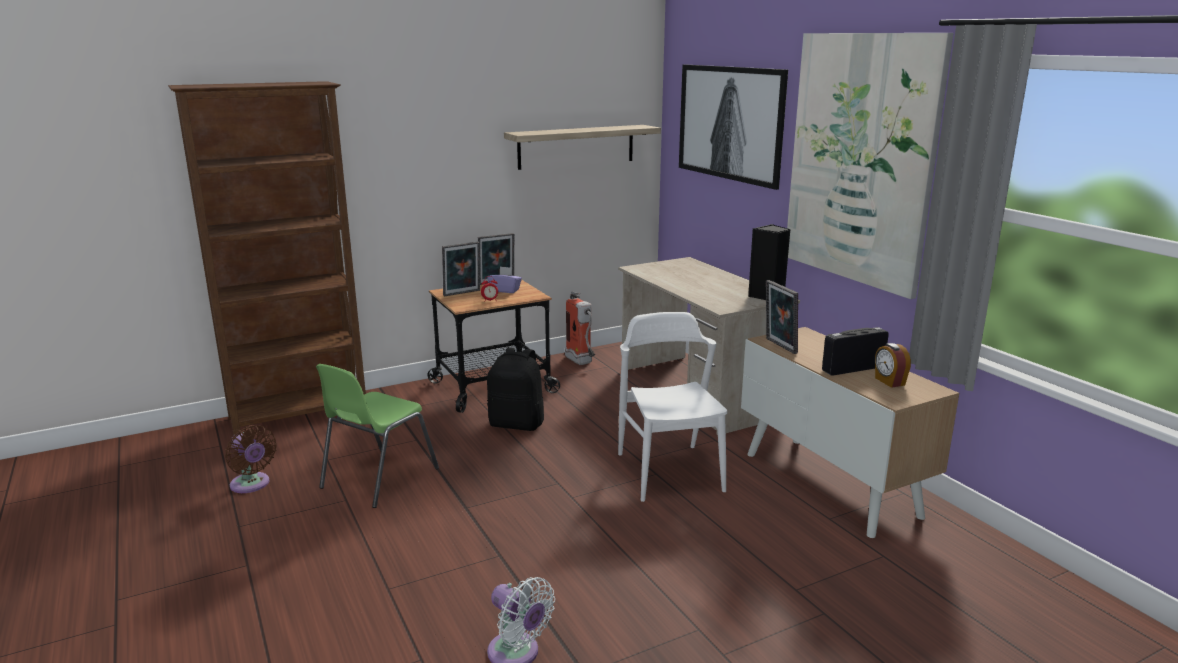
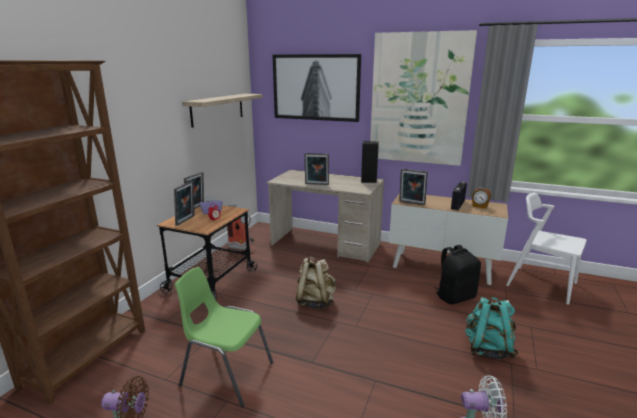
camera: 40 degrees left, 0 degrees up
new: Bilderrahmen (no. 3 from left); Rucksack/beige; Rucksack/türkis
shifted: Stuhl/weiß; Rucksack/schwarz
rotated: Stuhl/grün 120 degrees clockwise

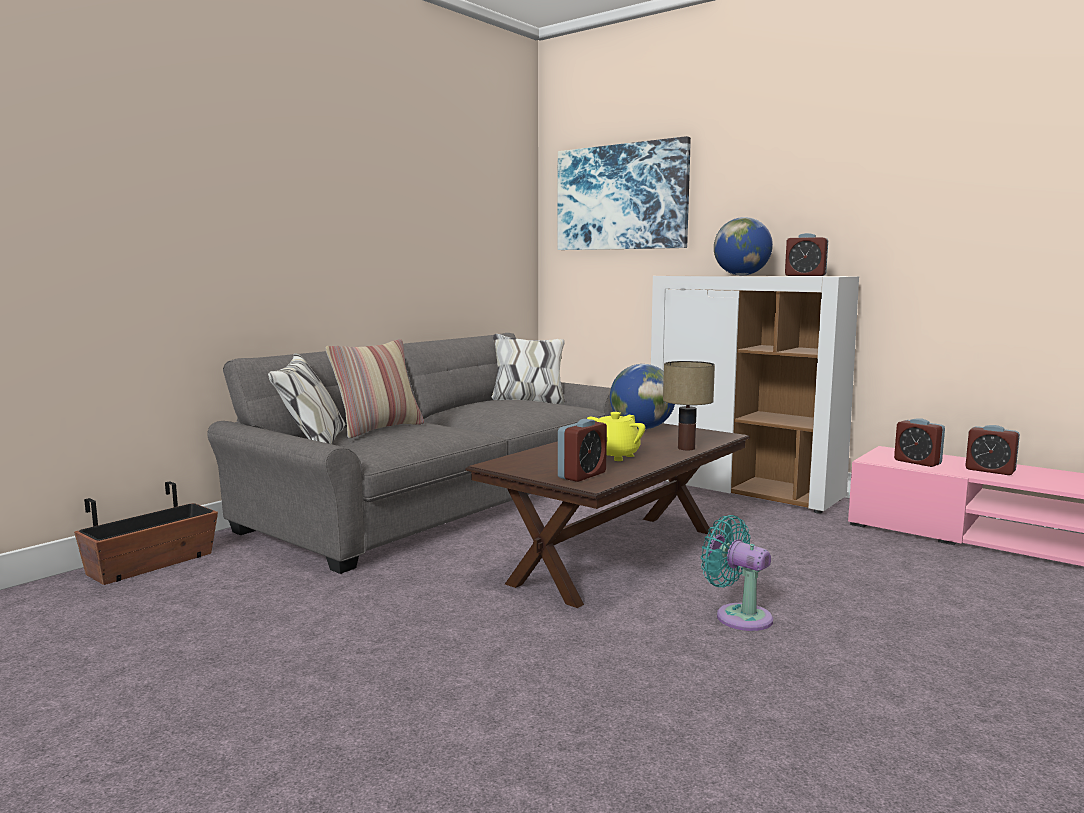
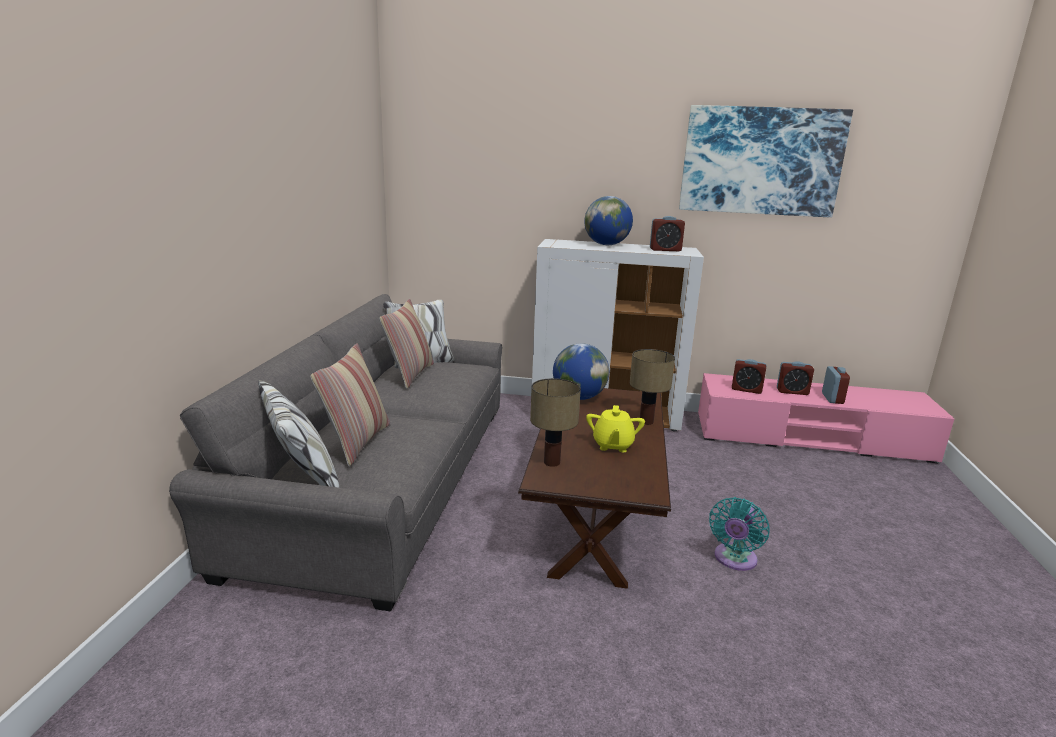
camera: 30 degrees left, 10 degrees up
gone: Pflanzkübel
new: Kissen (no. 2 from left); Tischlampe (no. 1 from left)
shifted: Bild; Wecker (no. 1 from left in the first image) to Wecker (no. 4 from left)
rotated: Ventilator/türkis 75 degrees counterclockwise

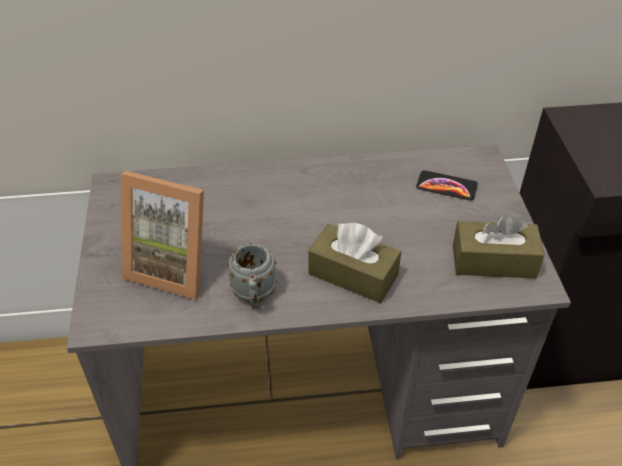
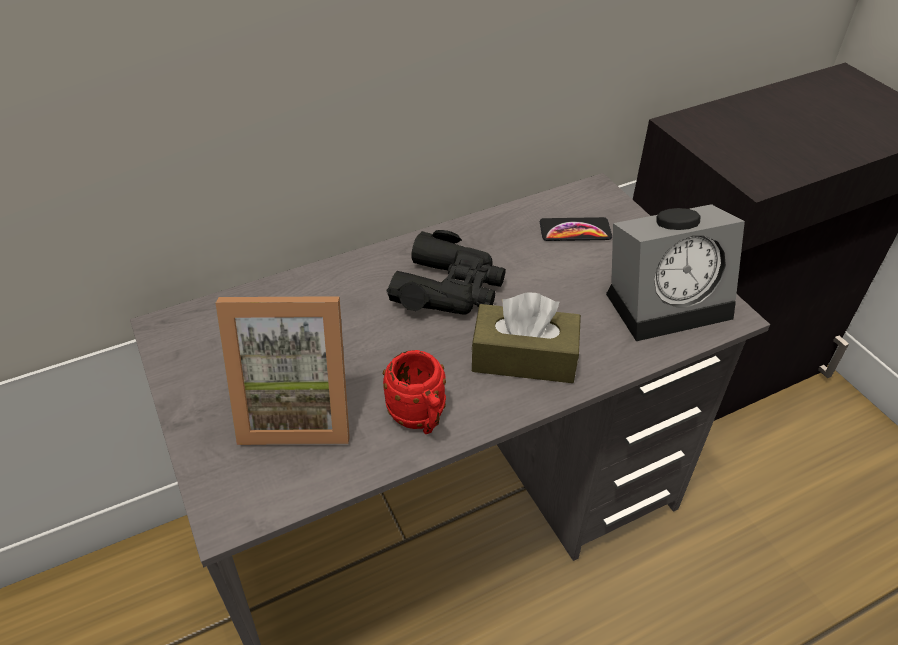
camera: 20 degrees left, 0 degrees up
new: Fernglas/schwarz
swapped: Taschentuchbox/braun (no. 2 from left) to Wecker
repainted: Henkelbecher/grau to Henkelbecher/rot

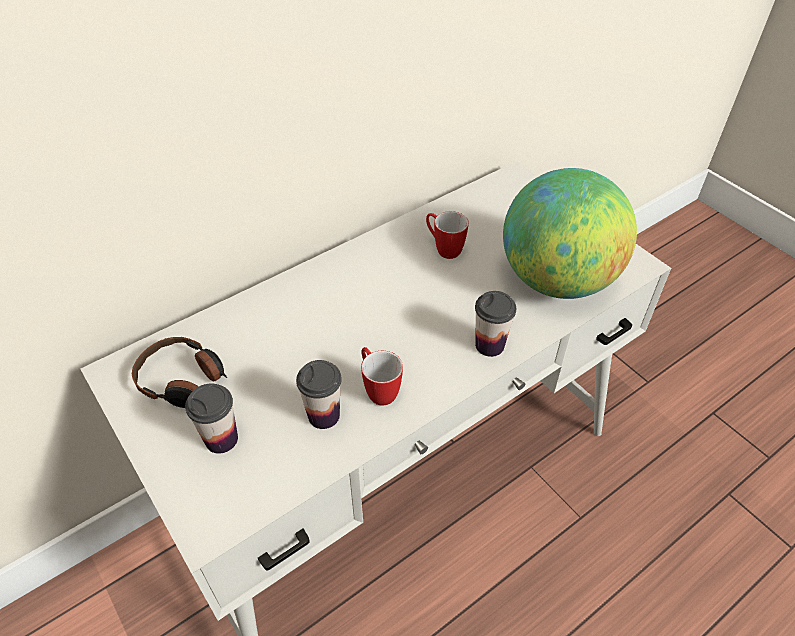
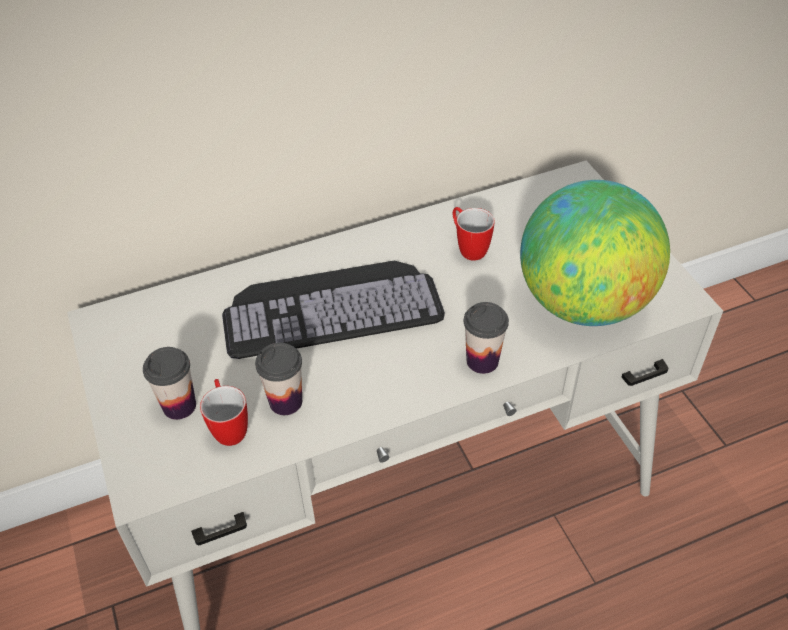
camera: 15 degrees right, 0 degrees up
gone: Kopfhörer
new: Tastatur
shifted: Henkelbecher (no. 1 from left)

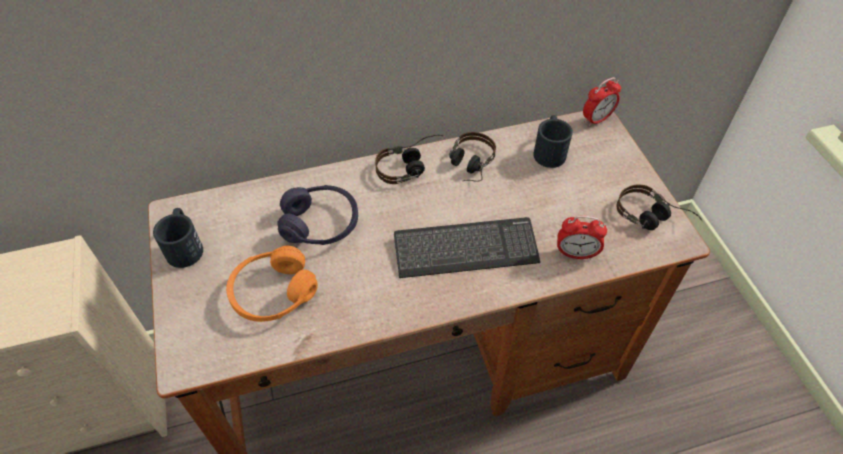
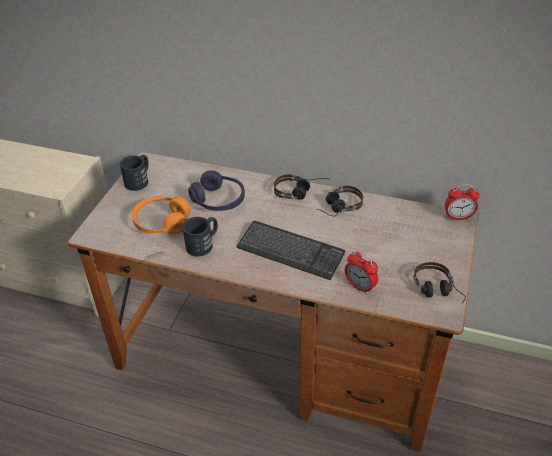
camera: 35 degrees right, 10 degrees down
shifted: Henkelbecher/schwarz (no. 2 from left)

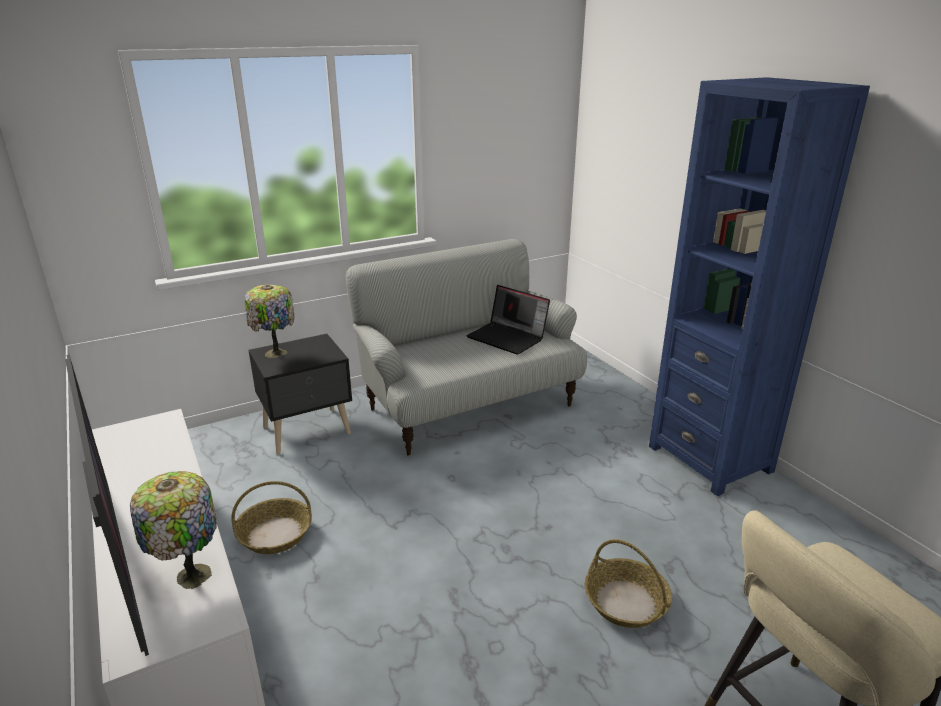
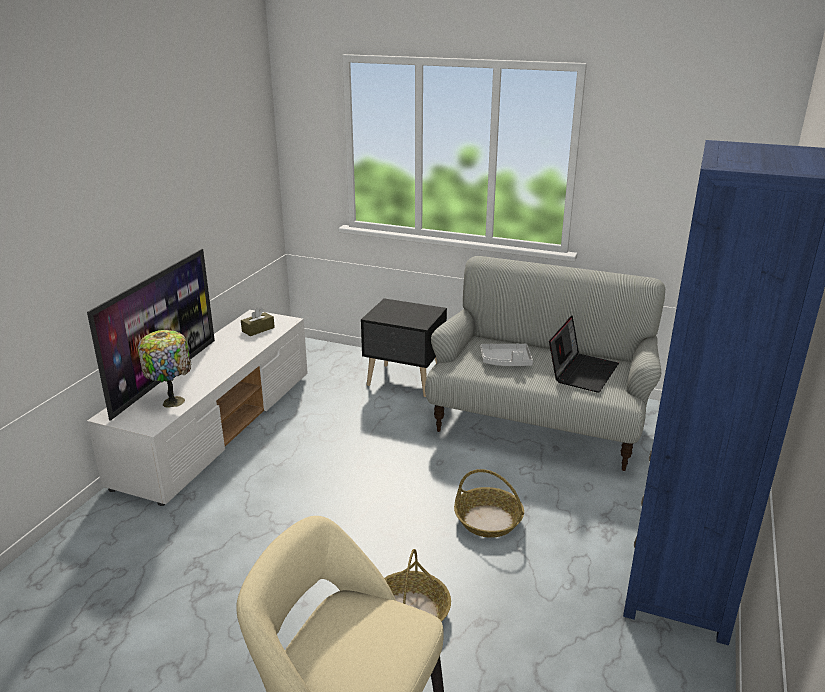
camera: 50 degrees right, 0 degrees up
gone: Tischlampe (no. 2 from left)
new: Taschentuchbox/braun; Tablett/grau
shifted: Korb (no. 1 from left in the first image) to Korb (no. 2 from left)
rotated: Laptop 150 degrees counterclockwise

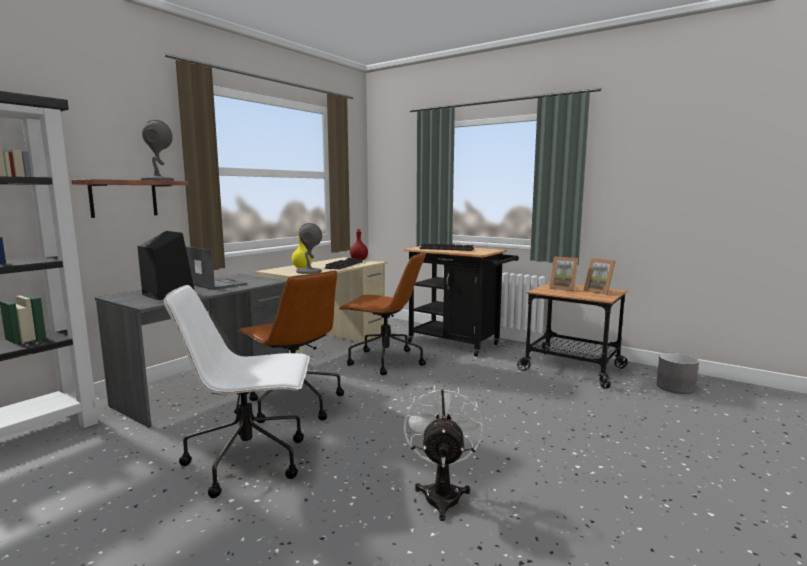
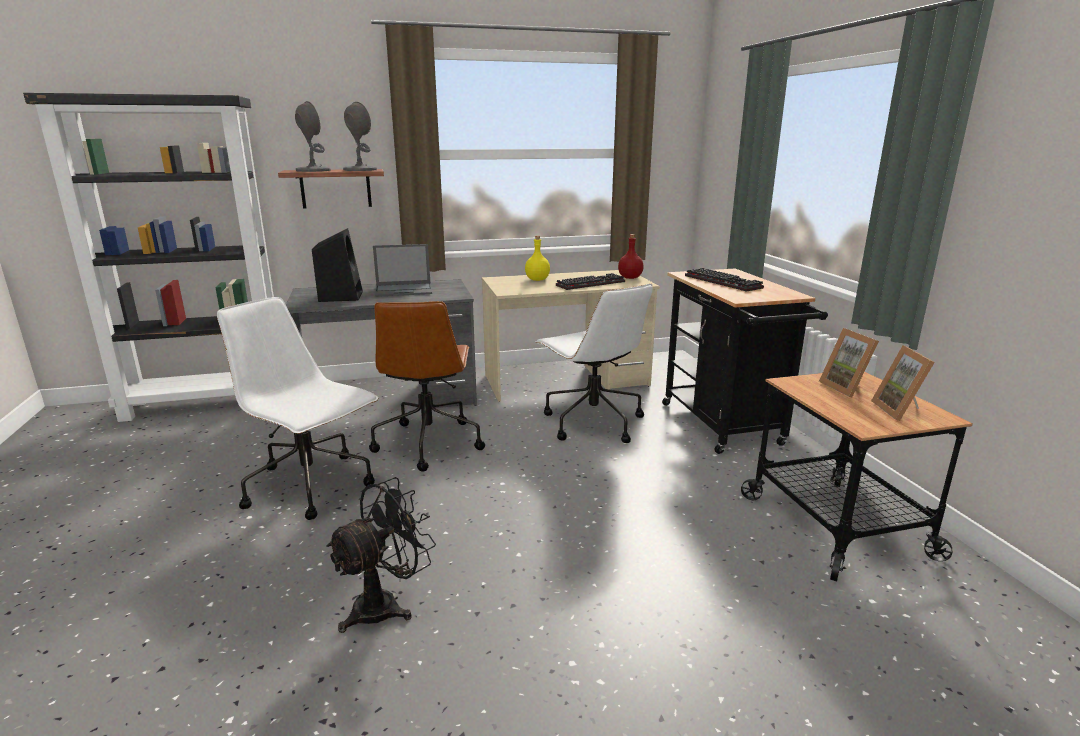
camera: 40 degrees right, 10 degrees up
gone: Pflanzkübel/grau
shifted: Tischlampe/grau (no. 2 from left in the first image) to Tischlampe/grau (no. 1 from left)
repainted: Bürostuhl/braun (no. 2 from left) to Bürostuhl/weiß (no. 2 from left); Ventilator/weiß to Ventilator/schwarz
rotated: Laptop 90 degrees clockwise

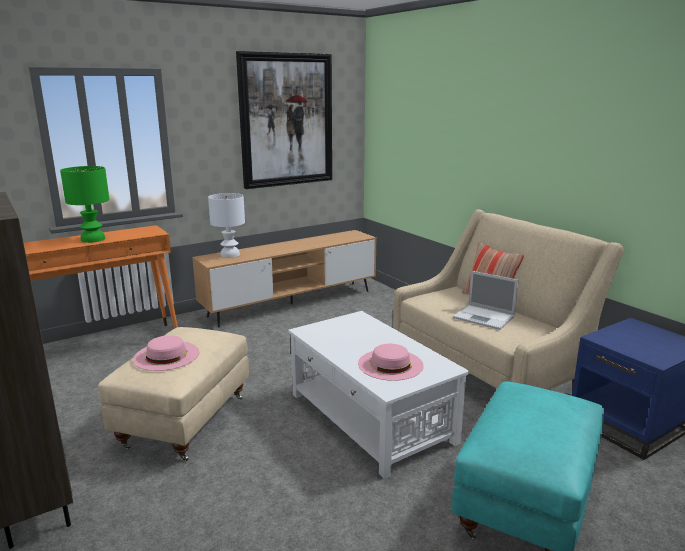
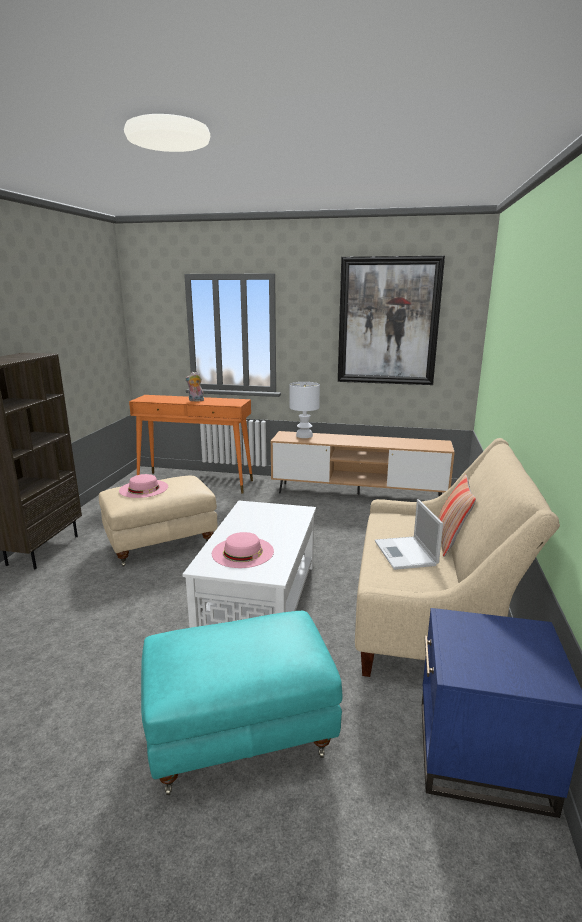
camera: 45 degrees right, 0 degrees up
swapped: Tischlampe/grün to Plüschtier

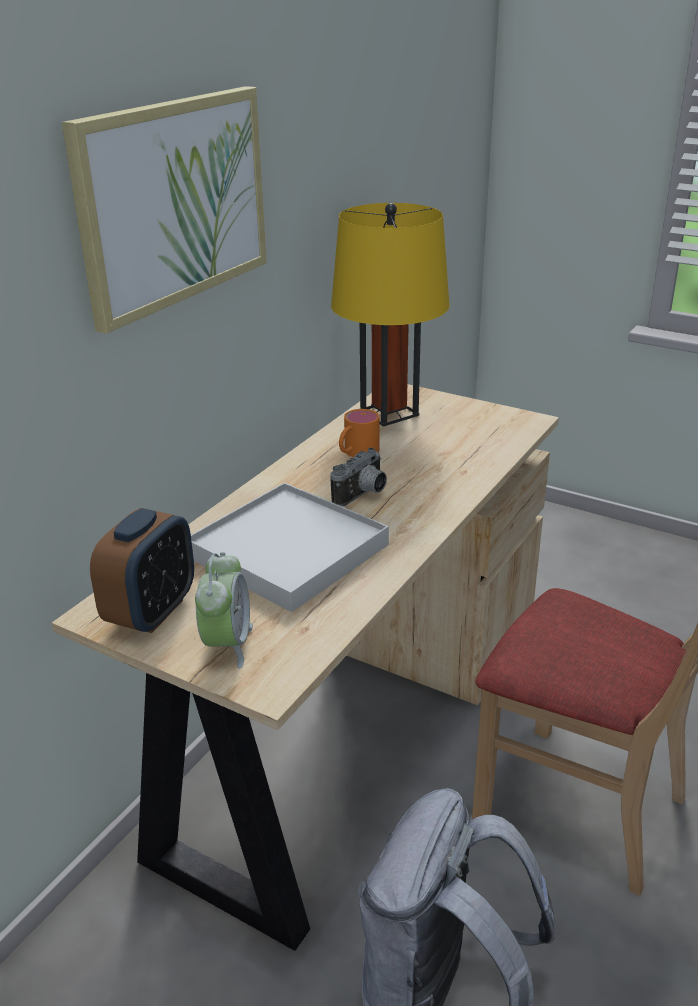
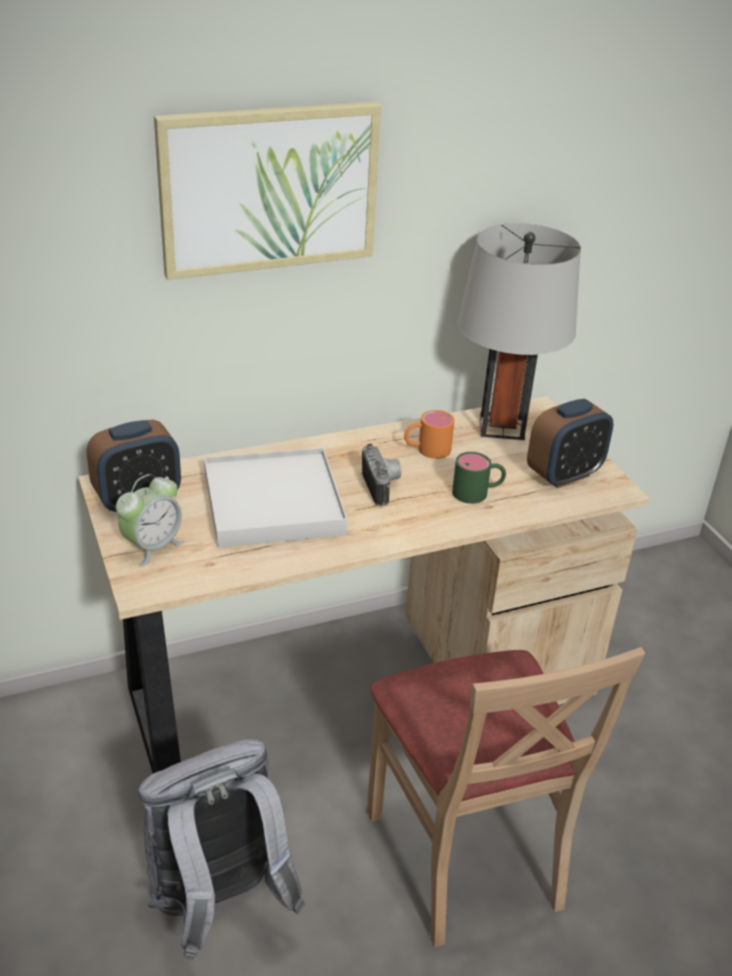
camera: 35 degrees right, 5 degrees up
new: Wecker (no. 3 from left); Henkelbecher/grün
repainted: Tischlampe/gelb to Tischlampe/grau
rotated: Kamera 90 degrees counterclockwise

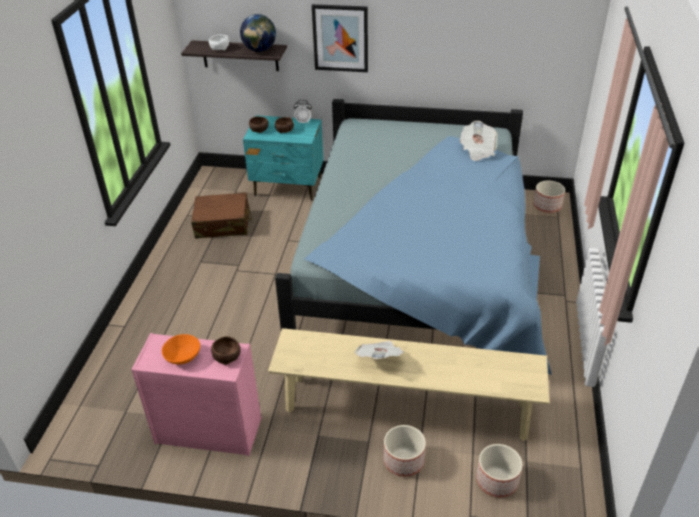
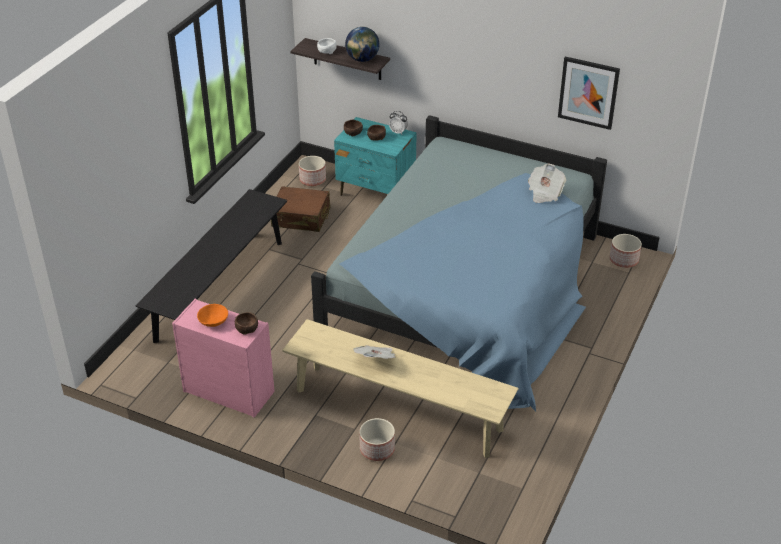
camera: 15 degrees right, 0 degrees up
new: Bank/schwarz
shifted: Bild; Pflanzkübel (no. 2 from left in the first image) to Pflanzkübel (no. 1 from left)

